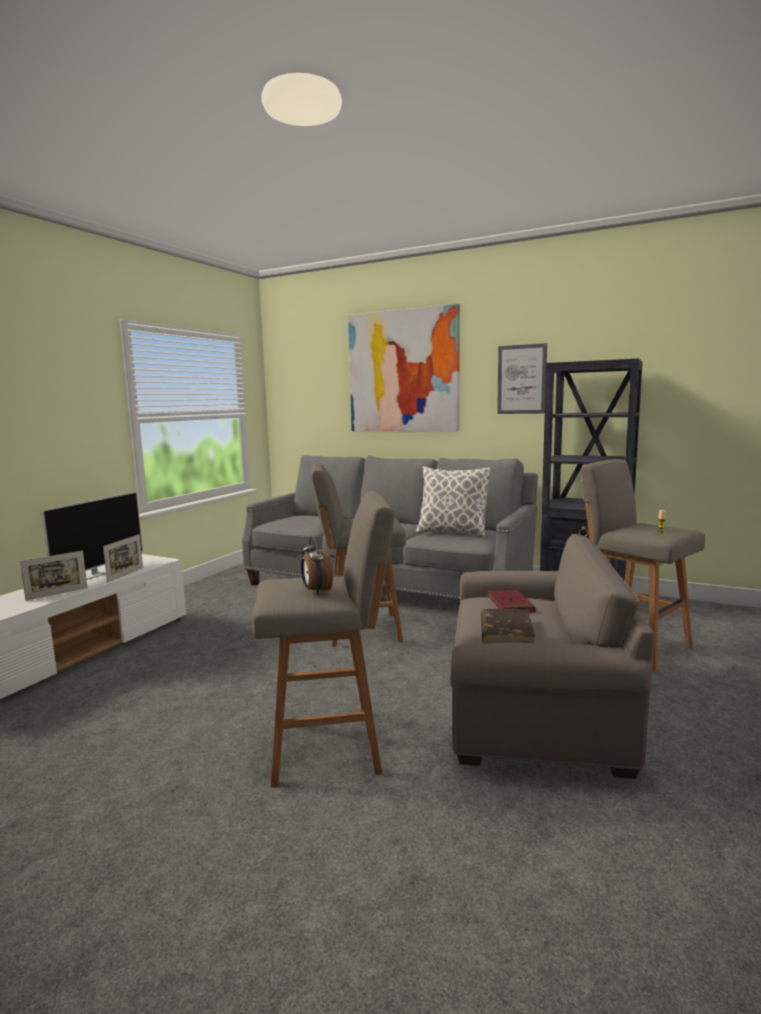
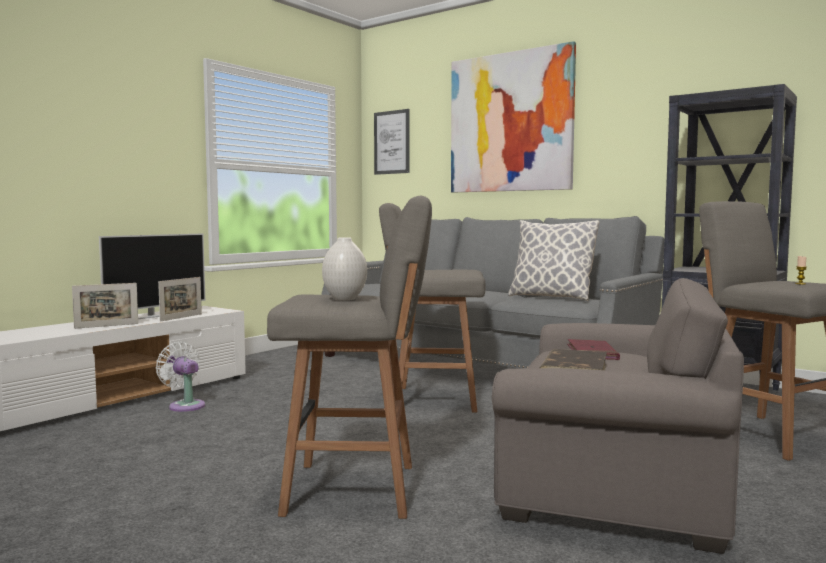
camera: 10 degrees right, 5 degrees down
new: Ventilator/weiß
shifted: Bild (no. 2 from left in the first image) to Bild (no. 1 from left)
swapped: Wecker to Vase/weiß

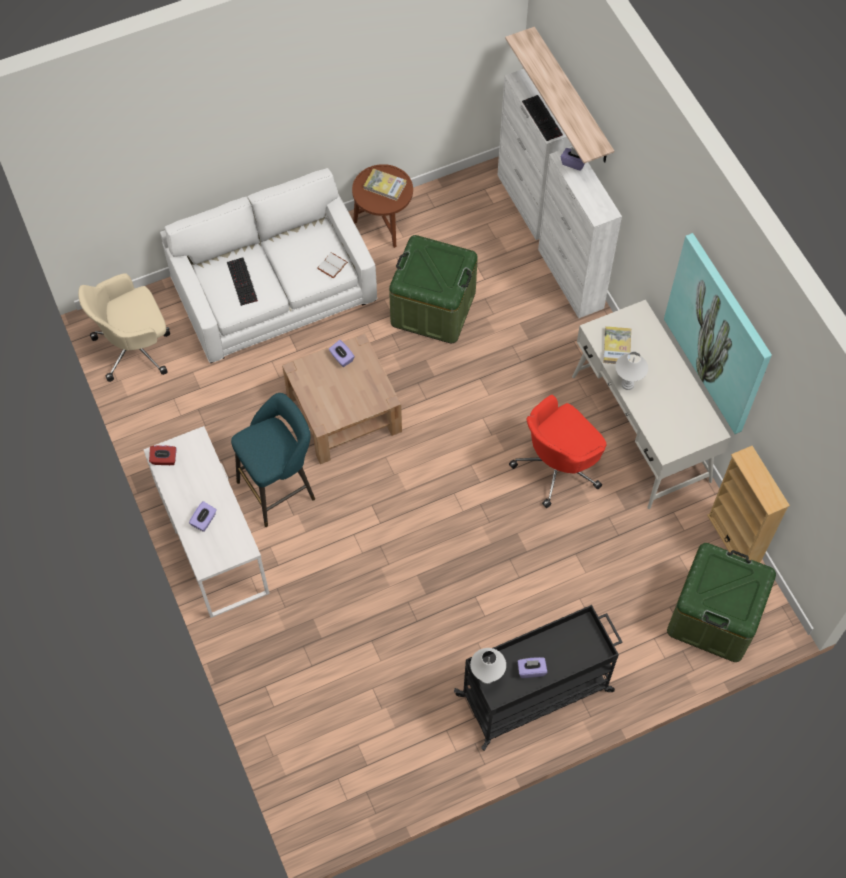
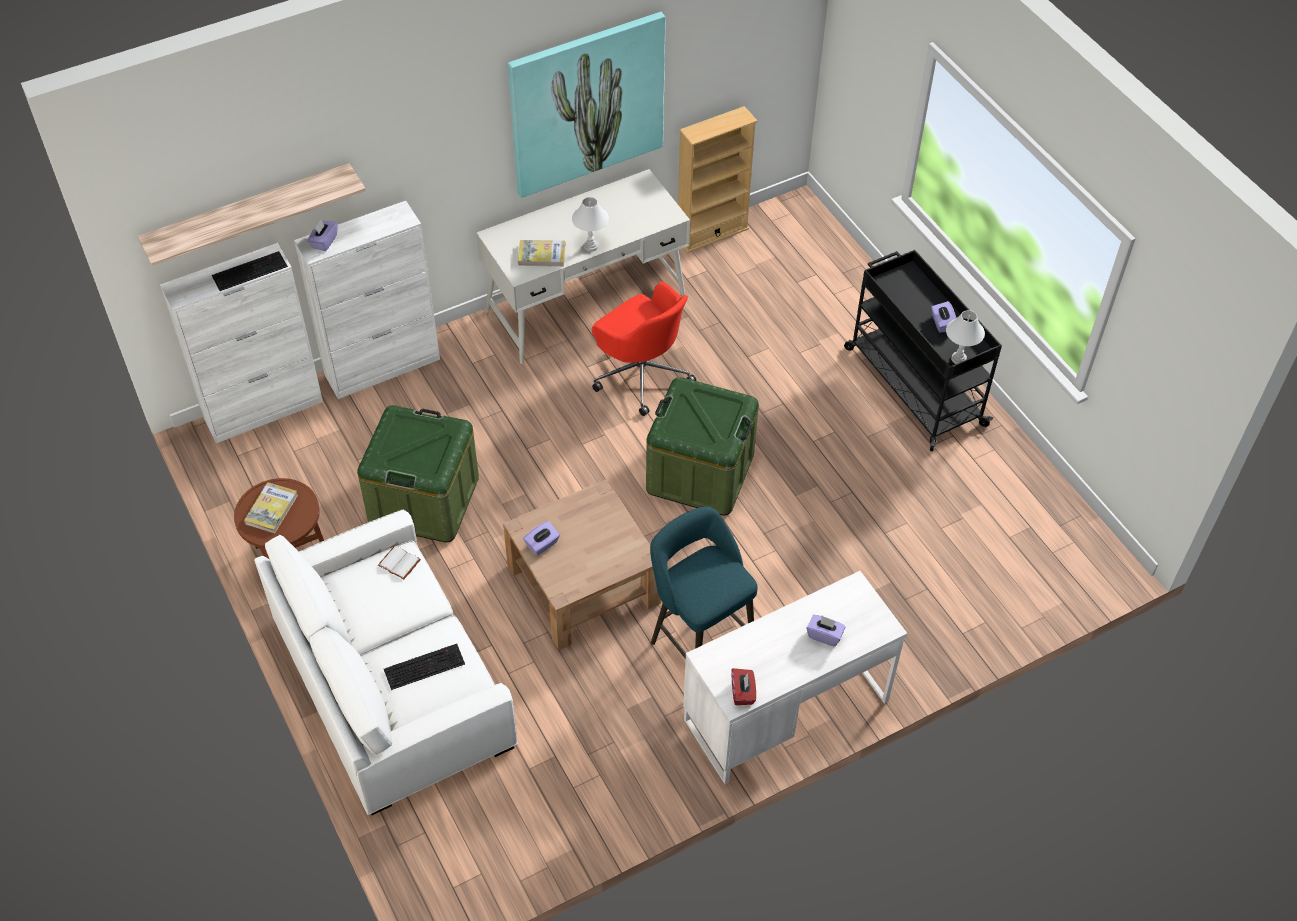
camera: 95 degrees left, 10 degrees down
gone: Bürostuhl/beige
shifted: Aufbewahrungsbox/grün (no. 2 from left)

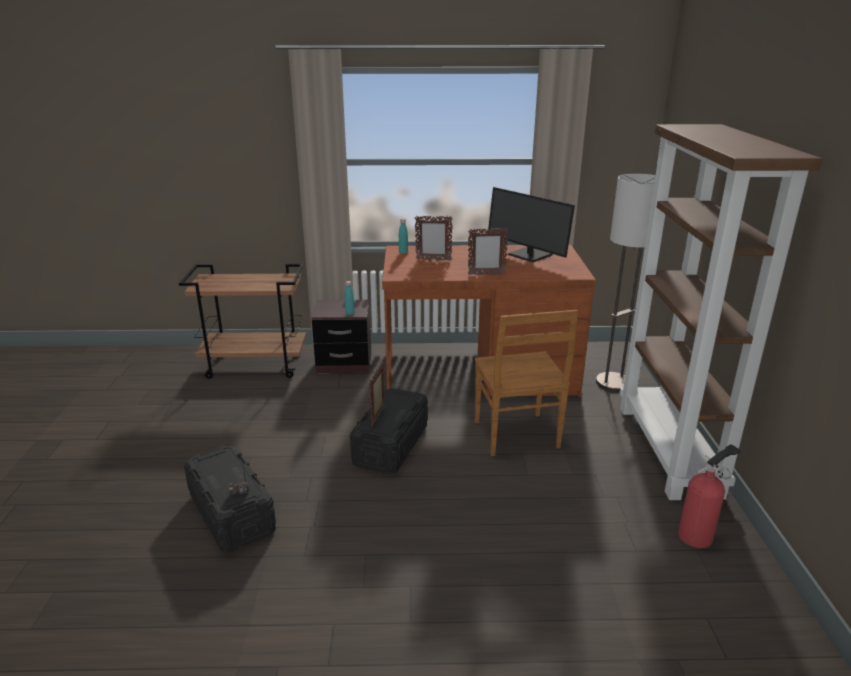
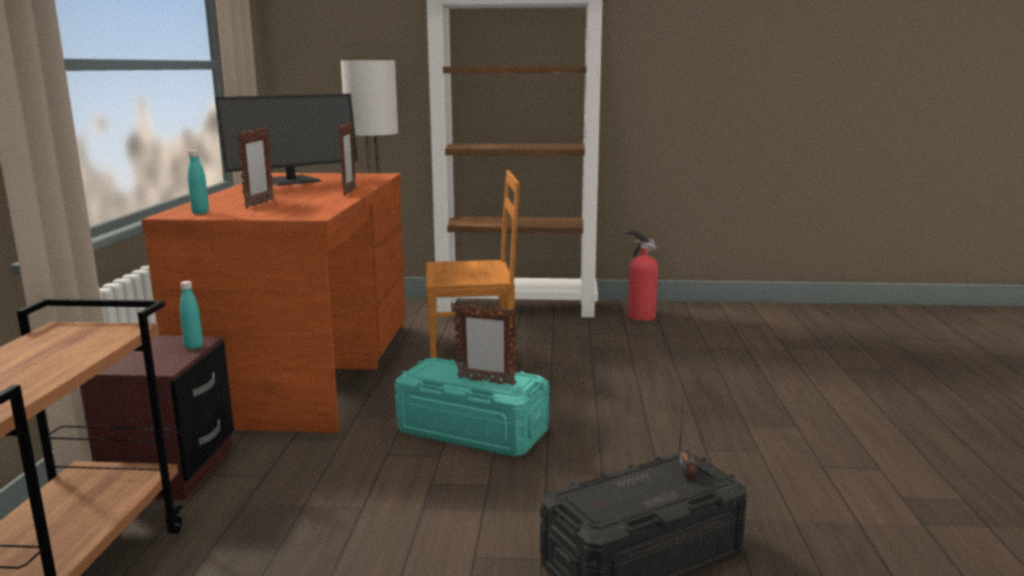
camera: 85 degrees left, 10 degrees down
repainted: Aufbewahrungsbox/schwarz (no. 2 from left) to Aufbewahrungsbox/türkis

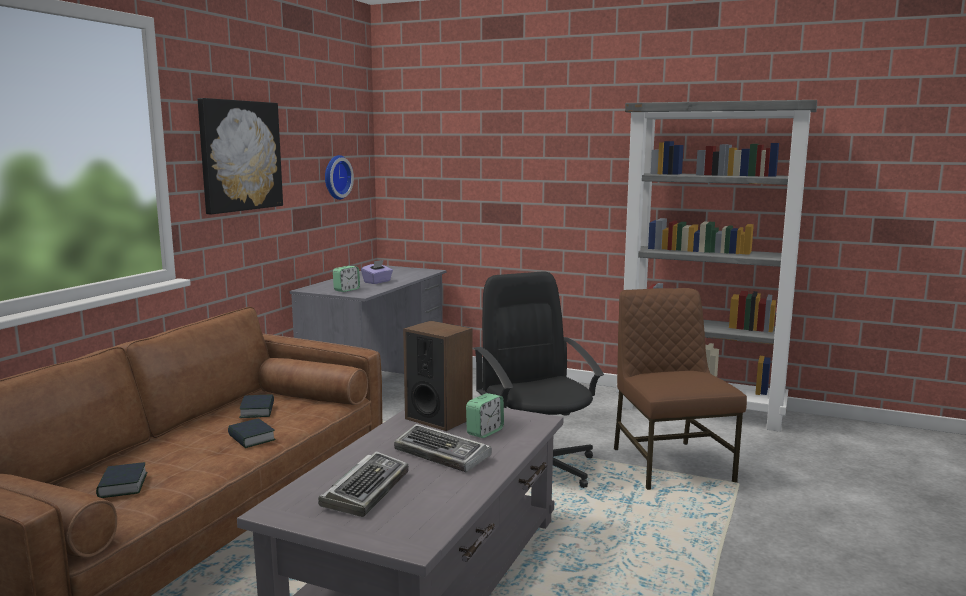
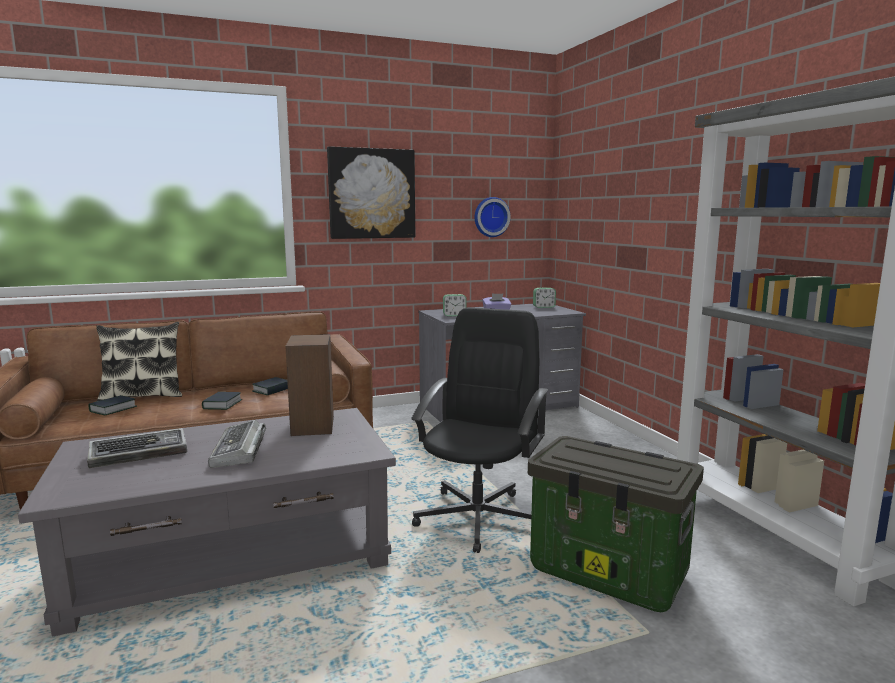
camera: 45 degrees right, 0 degrees up
new: Kissen
shifted: Wecker (no. 2 from left)
swapped: Stuhl/braun to Aufbewahrungsbox

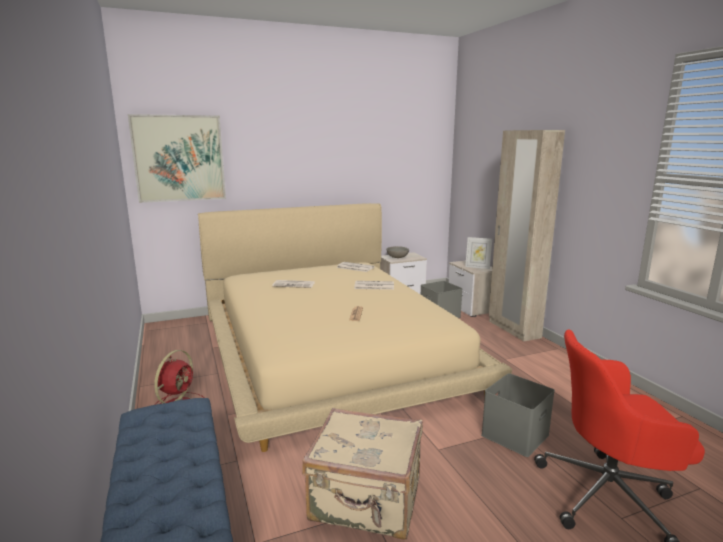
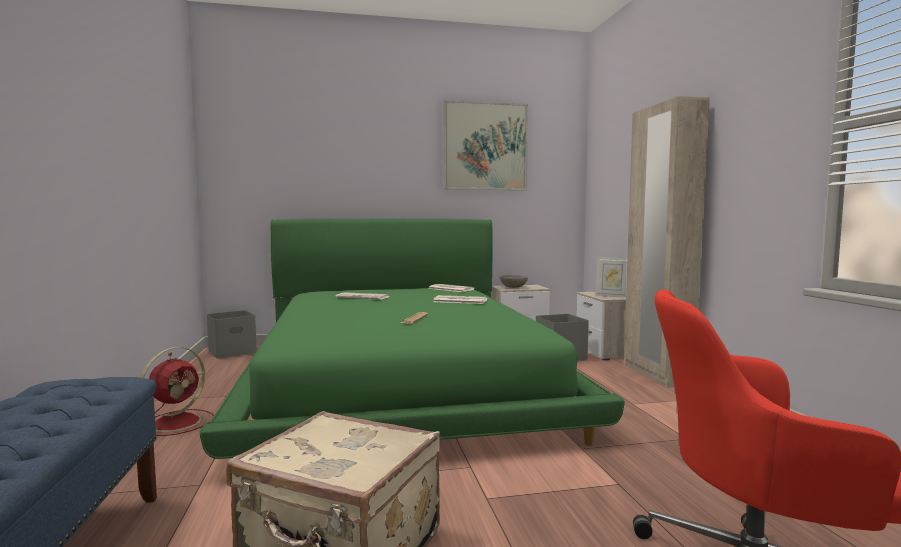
camera: 10 degrees right, 10 degrees down
shifted: Bild; Aufbewahrungsbox/grau (no. 2 from left in the first image) to Aufbewahrungsbox/grau (no. 1 from left)
repainted: Bett/beige to Bett/grün

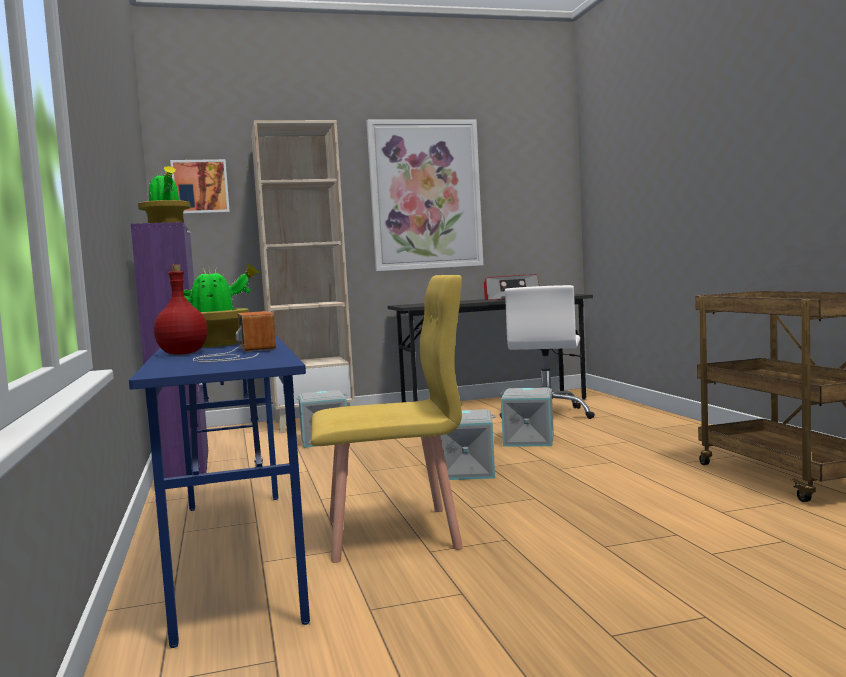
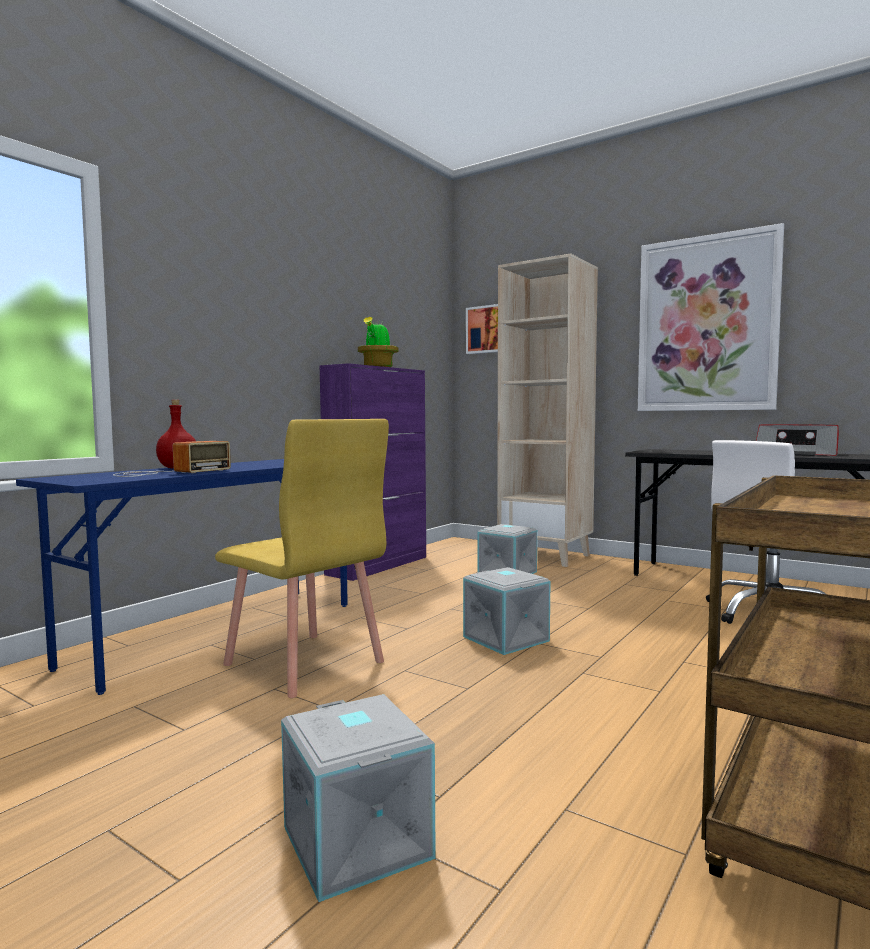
camera: 50 degrees right, 0 degrees up
gone: Topfpflanze (no. 2 from left)
shifted: Aufbewahrungsbox/grau (no. 3 from left in the first image) to Aufbewahrungsbox/grau (no. 1 from left)

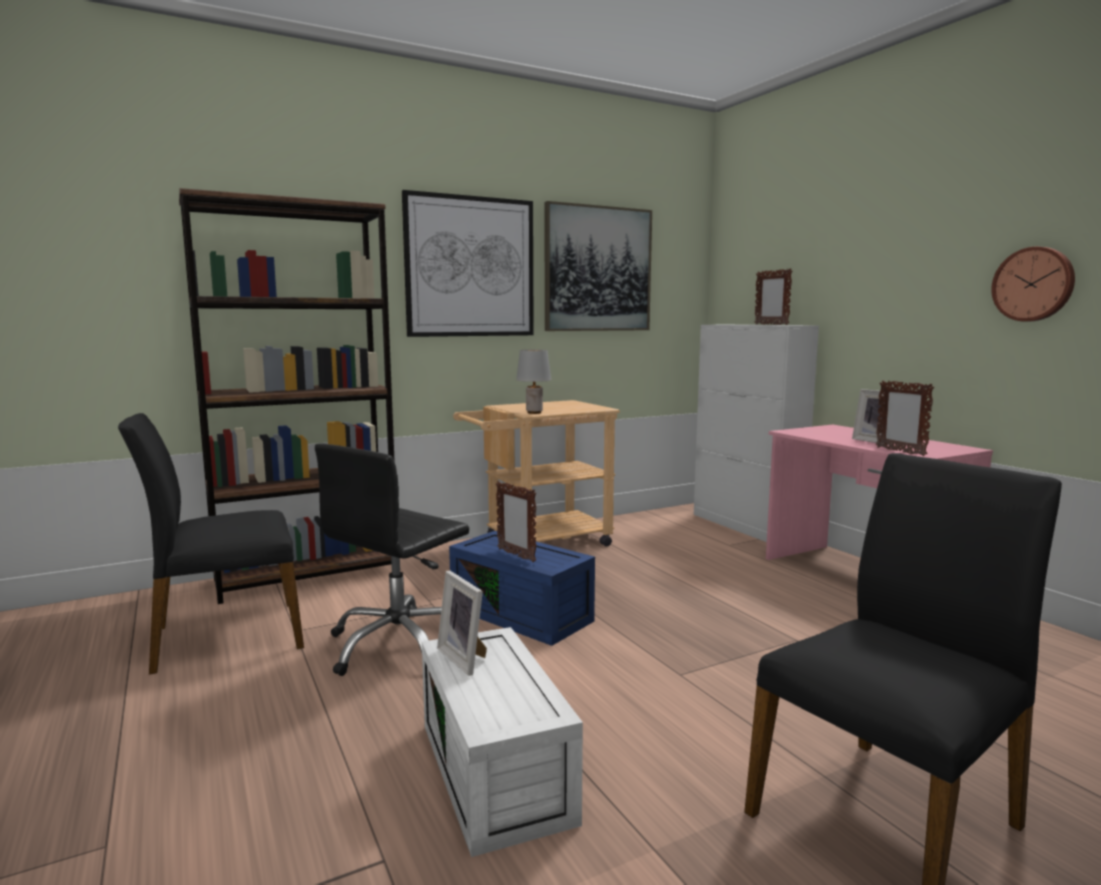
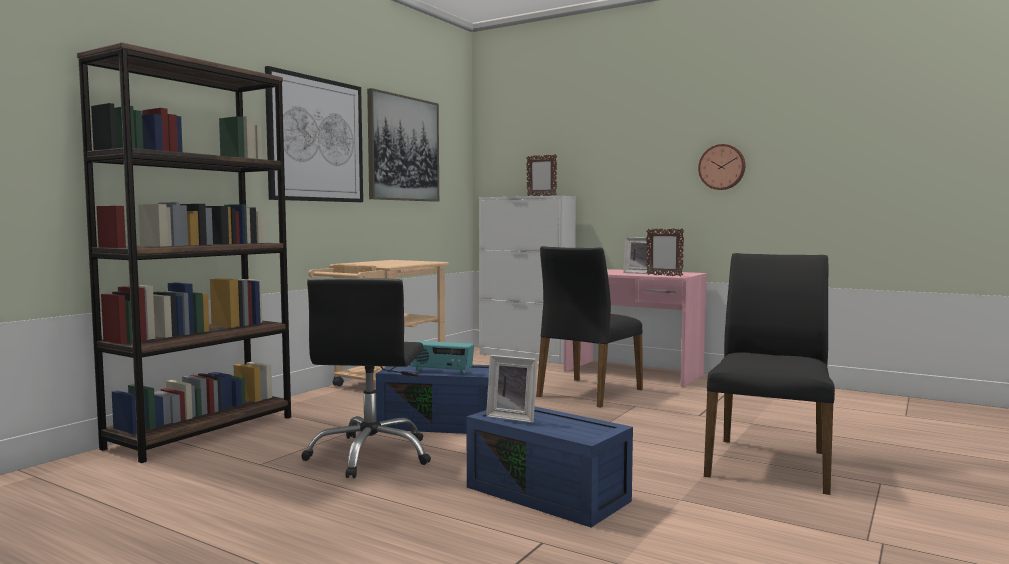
camera: 30 degrees left, 5 degrees down
gone: Tischlampe/grau
shifted: Stuhl/schwarz (no. 1 from left)
swapped: Bilderrahmen (no. 2 from left) to Radio
repainted: Aufbewahrungsbox/weiß to Aufbewahrungsbox/blau (no. 2 from left)

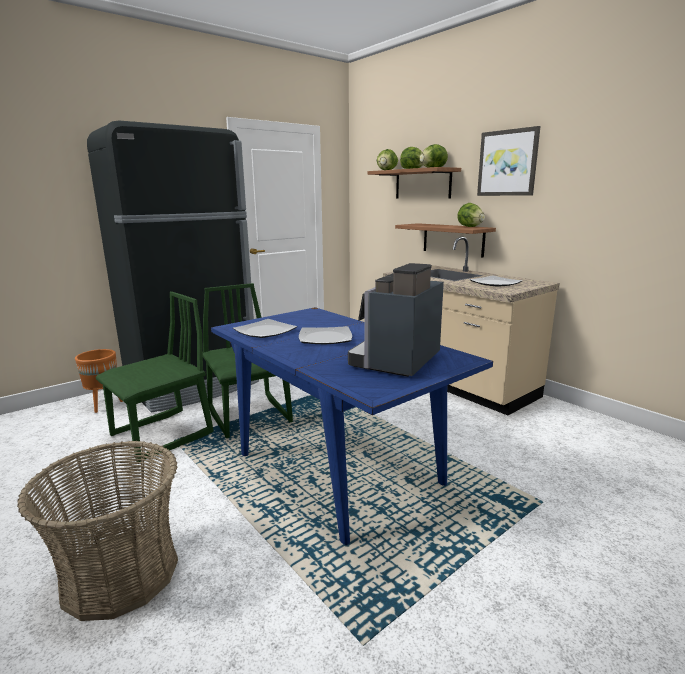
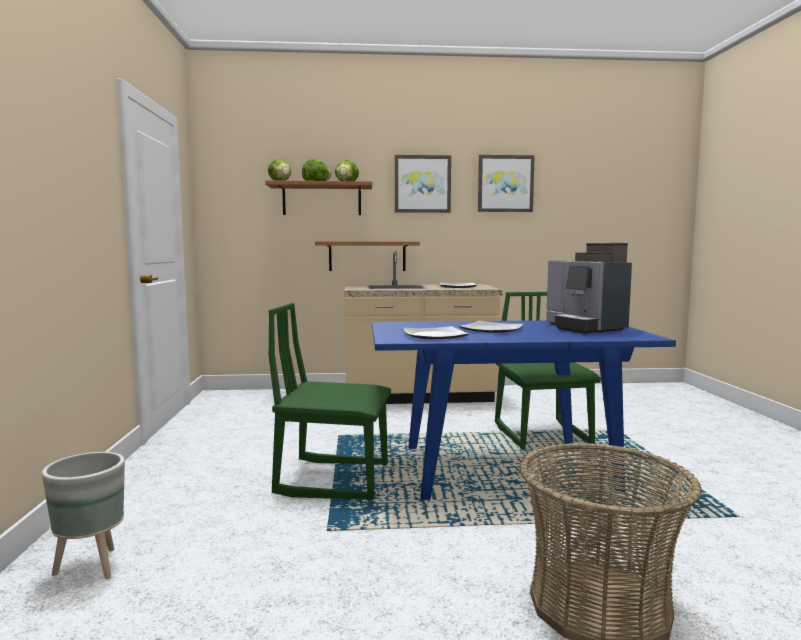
camera: 55 degrees left, 10 degrees down
gone: Kühlschrank/schwarz; Salatkopf (no. 4 from left)
new: Bild (no. 2 from left)
shifted: Stuhl/grün (no. 1 from left in the first image) to Stuhl/grün (no. 2 from left)
repainted: Pflanzkübel/orange to Pflanzkübel/grau

